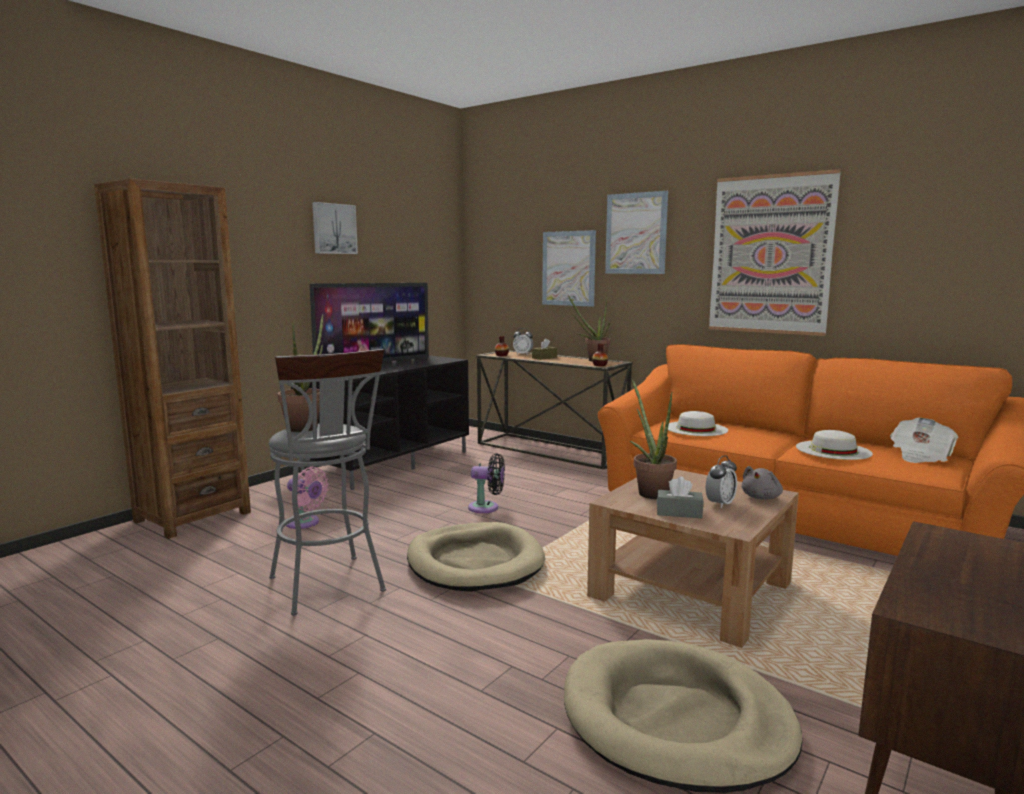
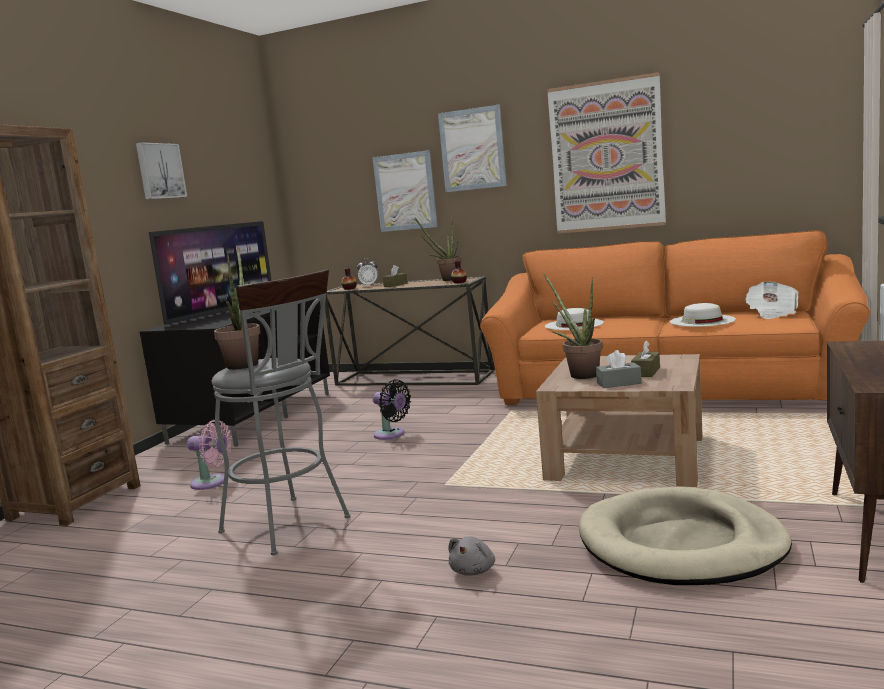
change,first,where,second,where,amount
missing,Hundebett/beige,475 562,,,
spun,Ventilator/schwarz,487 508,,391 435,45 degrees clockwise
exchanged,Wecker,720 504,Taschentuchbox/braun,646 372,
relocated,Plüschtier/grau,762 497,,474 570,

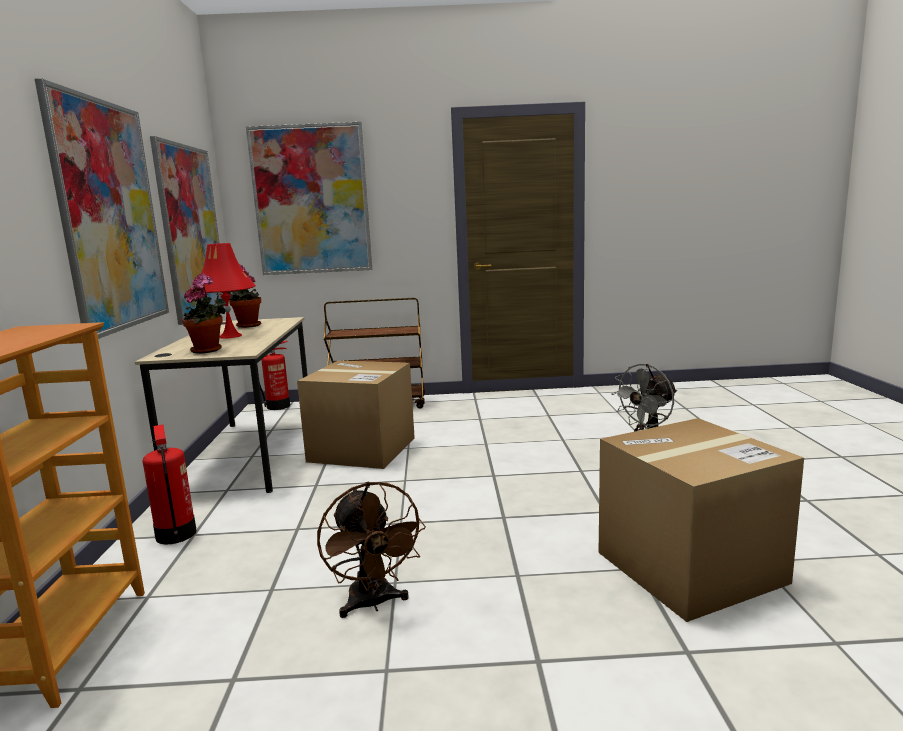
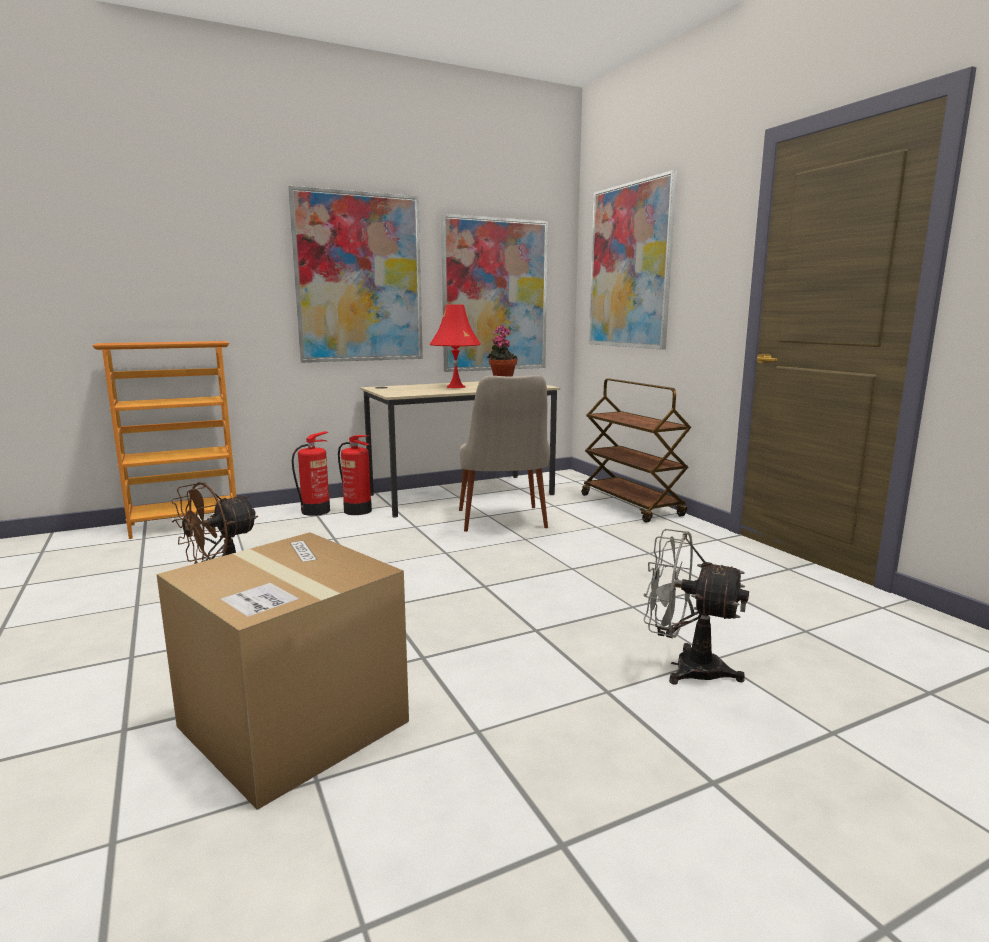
change,first,where,second,where,amount
missing,Topfpflanze,209 350,,,
relocated,Feuerlöscher,279 406,,358 511,
exchanged,Karton,362 449,Stuhl/beige,504 524,

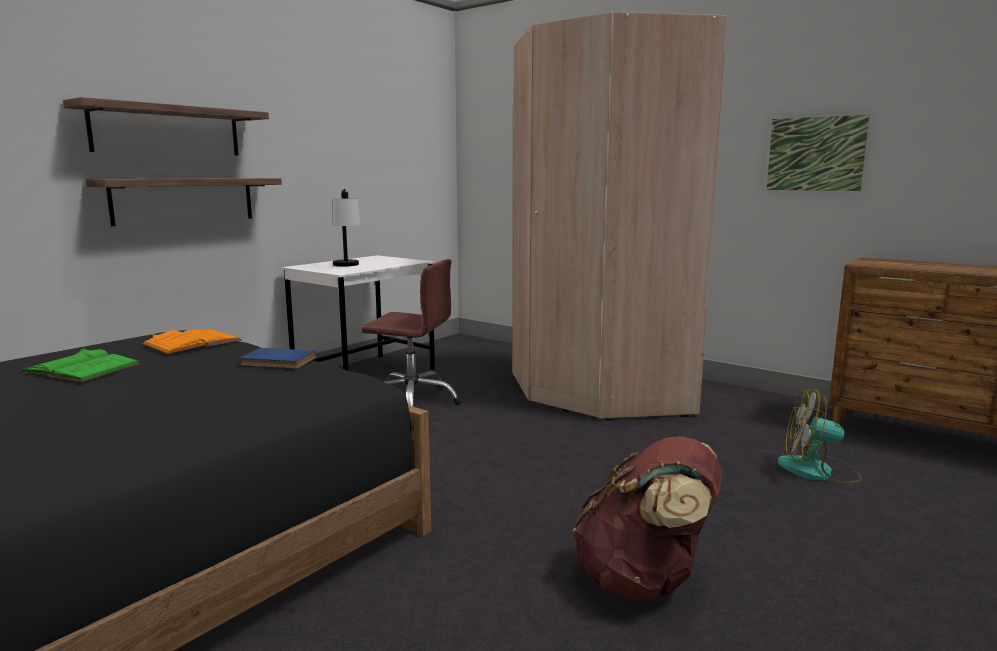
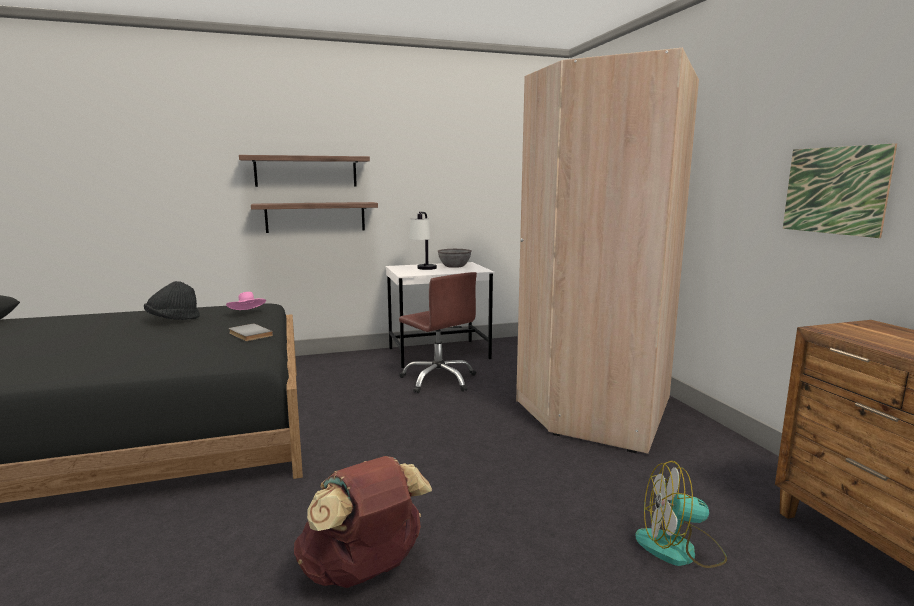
change,first,where,second,where,amount
exchanged,Buch/grün,80 368,Hut/schwarz,173 320,
exchanged,Buch/orange,192 342,Hut/rosa,247 313,
colour,Buch/blau,277 362,Buch/grau,248 334,
spun,Ventilator,818 471,,679 549,45 degrees counterclockwise
appeared,,,Schüssel/grau,454 266,

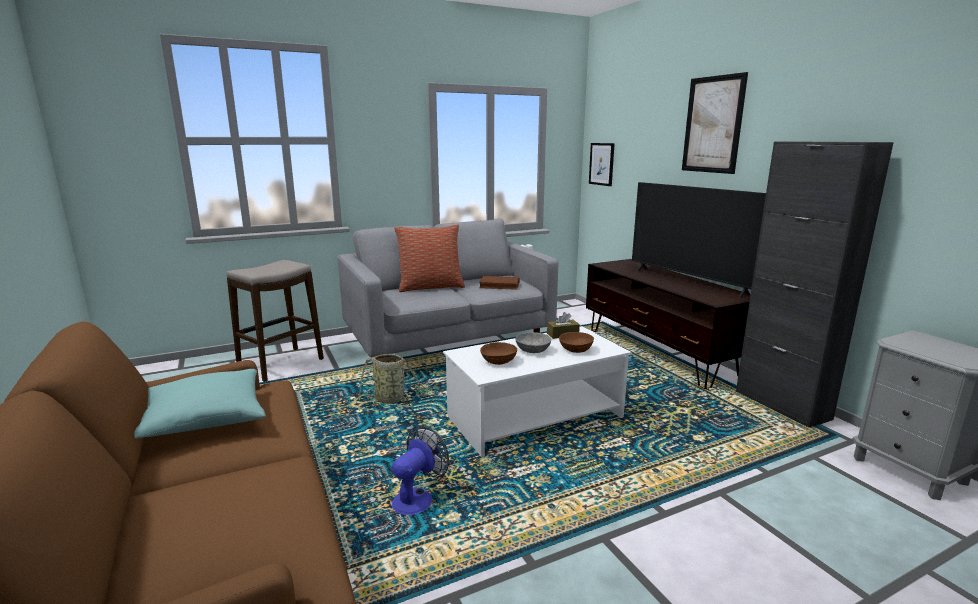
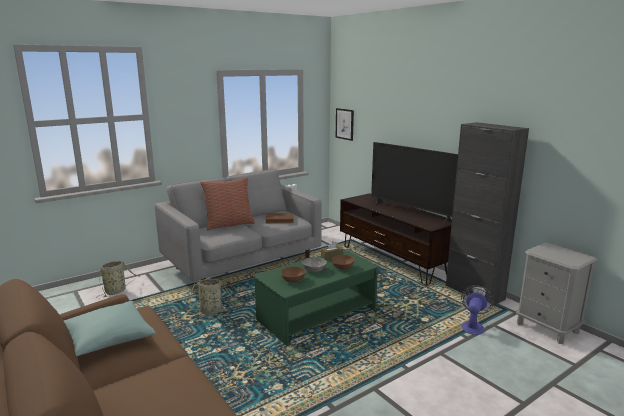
change,first,where,second,where,amount
exchanged,Hocker,281 364,Korb,117 291,
relocated,Ventilator,418 498,,473 326,
colour,Couchtisch/weiß,536 417,Couchtisch/grün,317 315,
missing,Bild,713 125,,,

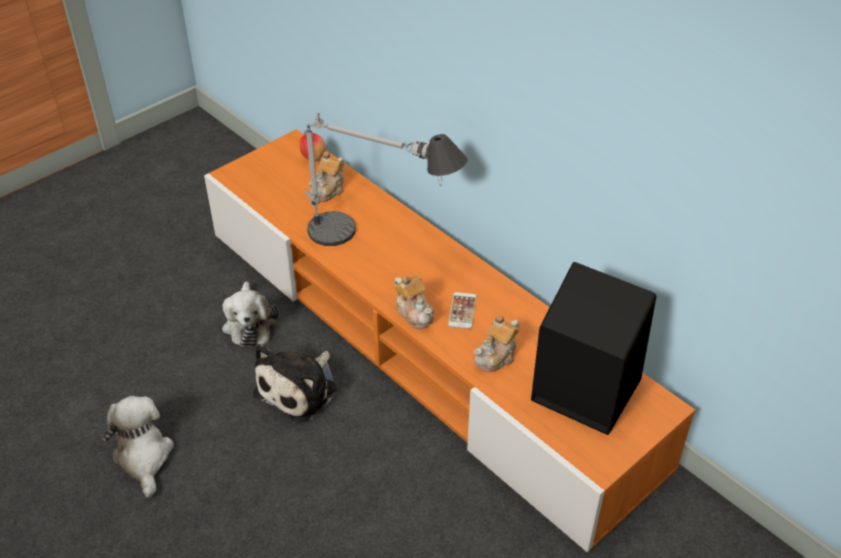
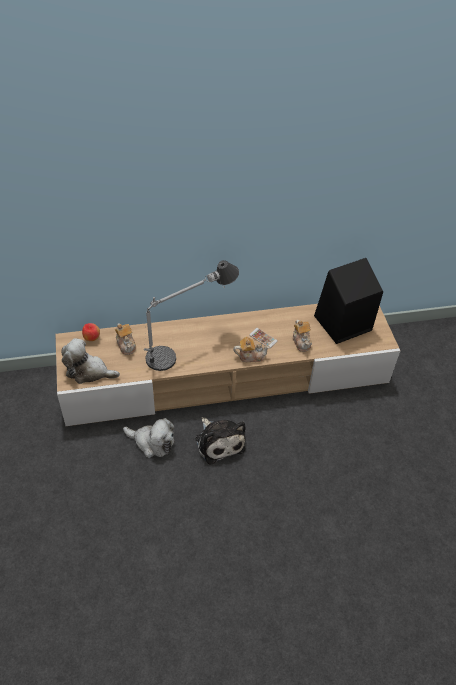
change,first,where,second,where,amount
relocated,Plüschtier,143 457,,88 371,
colour,Fernsehschrank/orange,421 344,Fernsehschrank/beige,227 376,

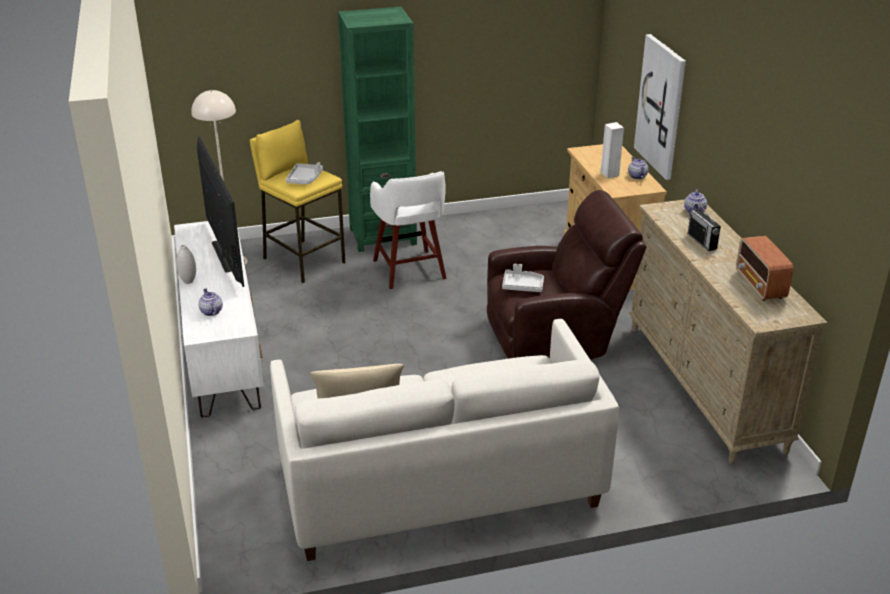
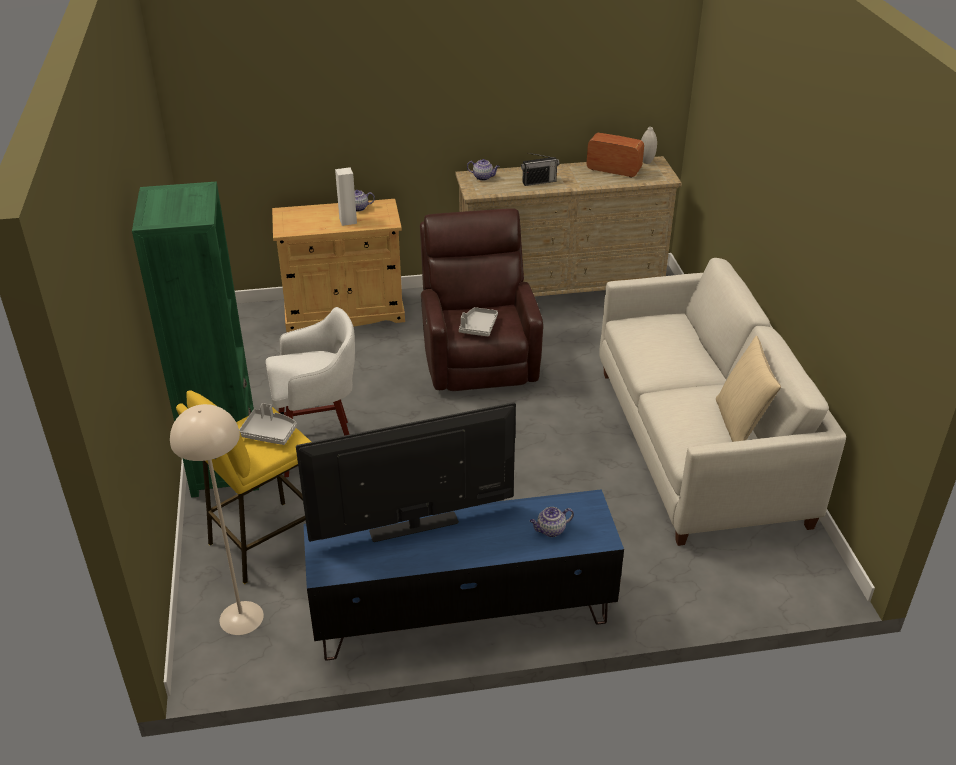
change,first,where,second,where,amount
colour,Fernsehschrank/weiß,222 347,Fernsehschrank/blau,461 613,
relocated,Vase/weiß,188 281,,646 162,
missing,Bild,661 106,,,
spun,Radio,760 286,,613 170,150 degrees counterclockwise

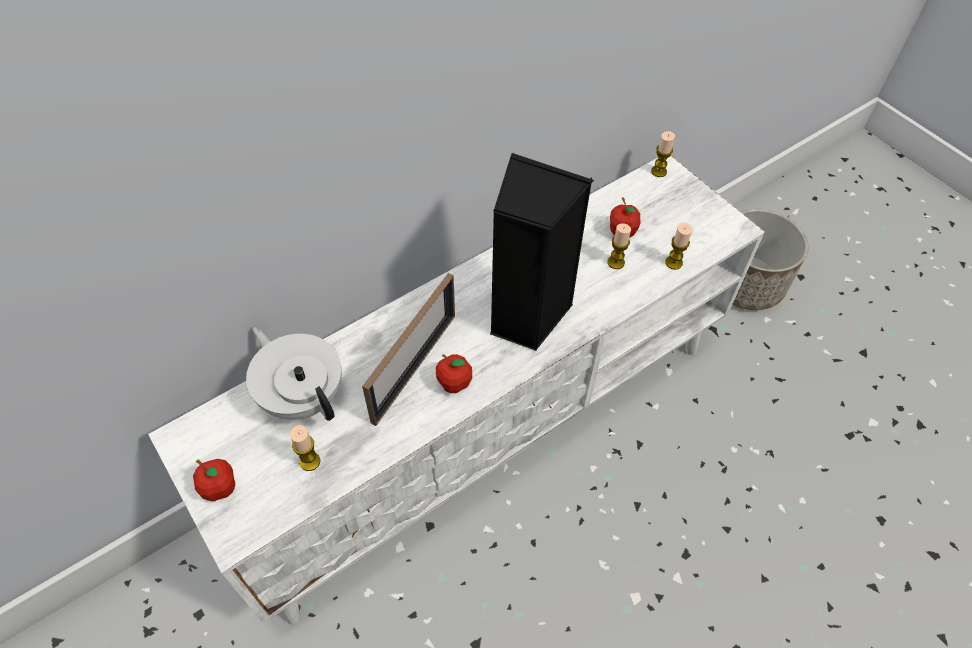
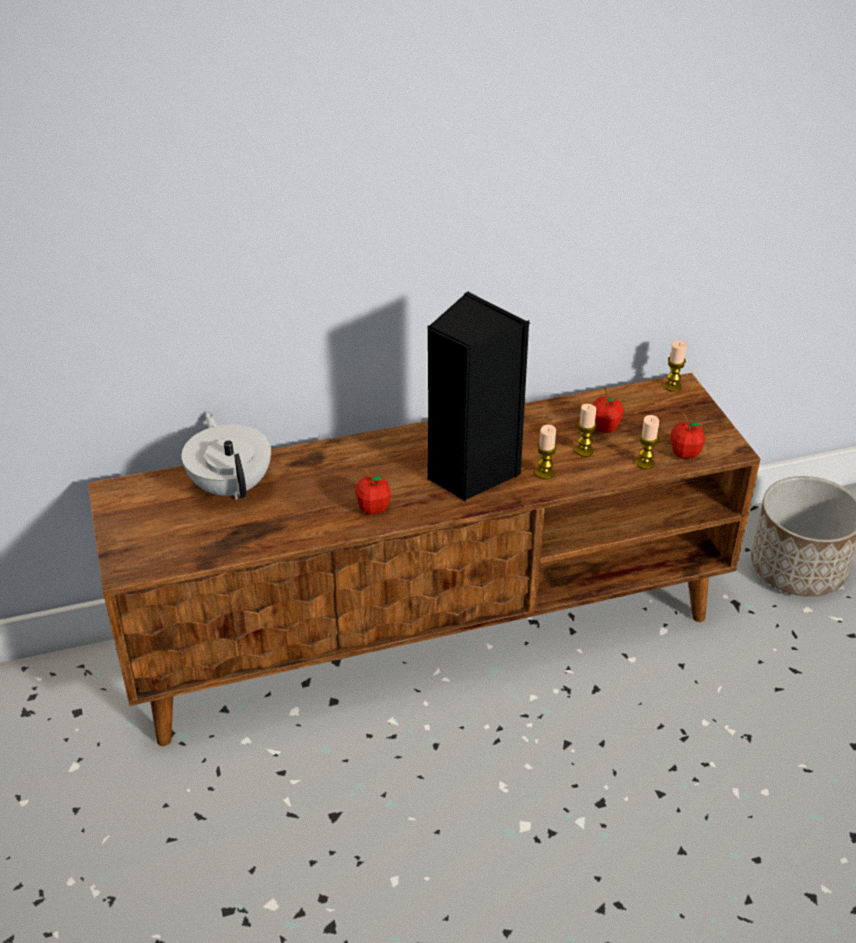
change,first,where,second,where,amount
colour,Fernsehschrank/weiß,484 429,Fernsehschrank/braun,429 632,
relocated,Apfel,220 488,,685 453,
relocated,Kerze,310 461,,544 473,
missing,Bilderrahmen,414 367,,,

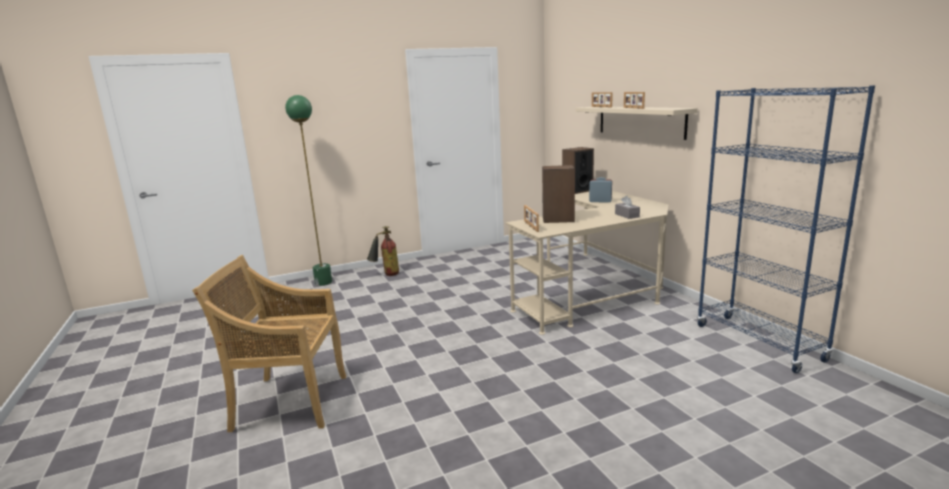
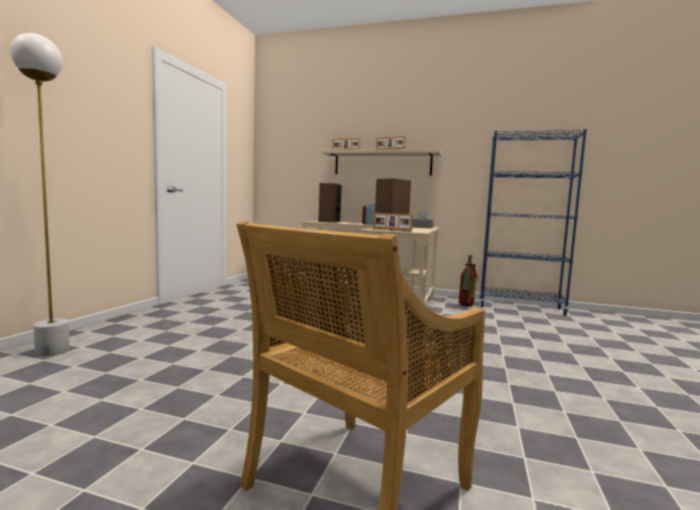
change,first,where,second,where,amount
colour,Stehlampe/grün,323 282,Stehlampe/weiß,52 351,
relocated,Feuerlöscher,386 275,,465 306,

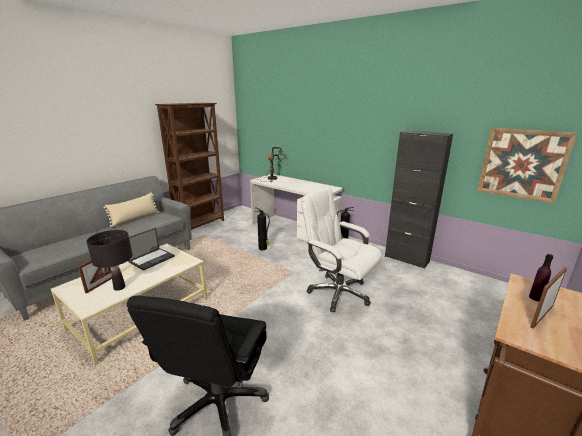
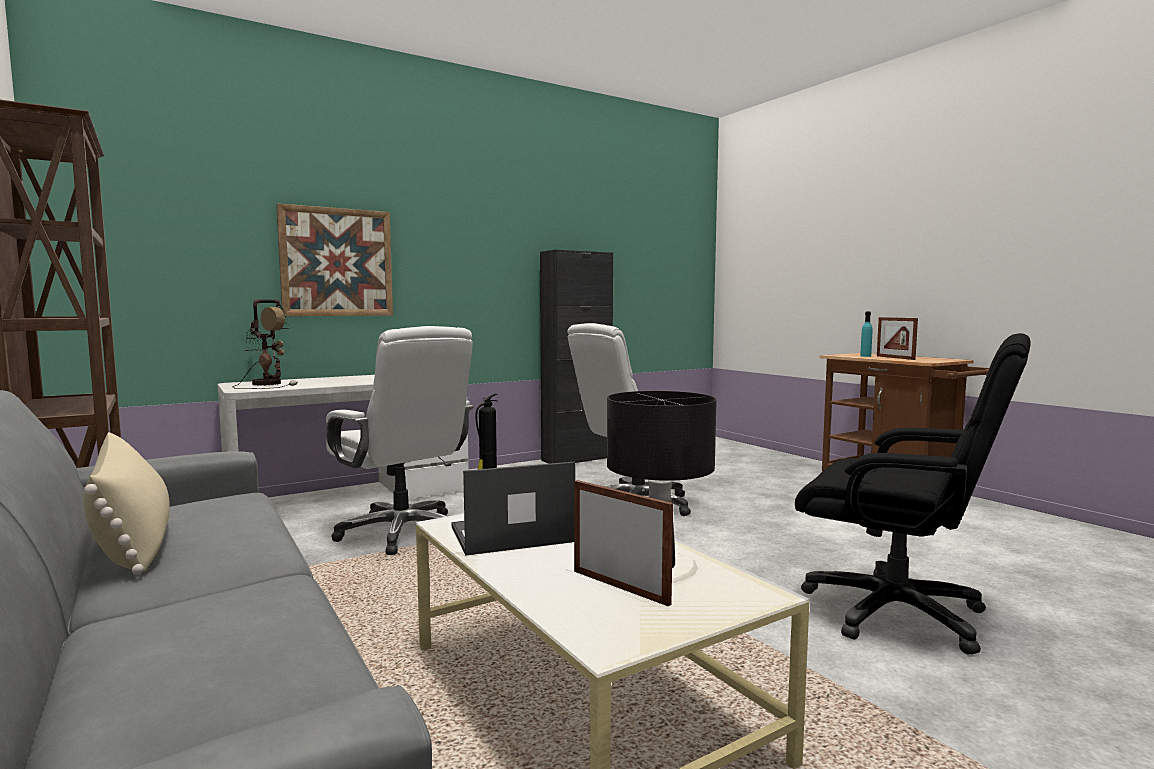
change,first,where,second,where,amount
spun,Laptop,152 259,,510 535,75 degrees counterclockwise
exchanged,Feuerlöscher,263 248,Bürostuhl/weiß,402 532,
relocated,Bild,522 164,,337 262,
colour,Flasche/lila,535 298,Flasche/türkis,865 356,

